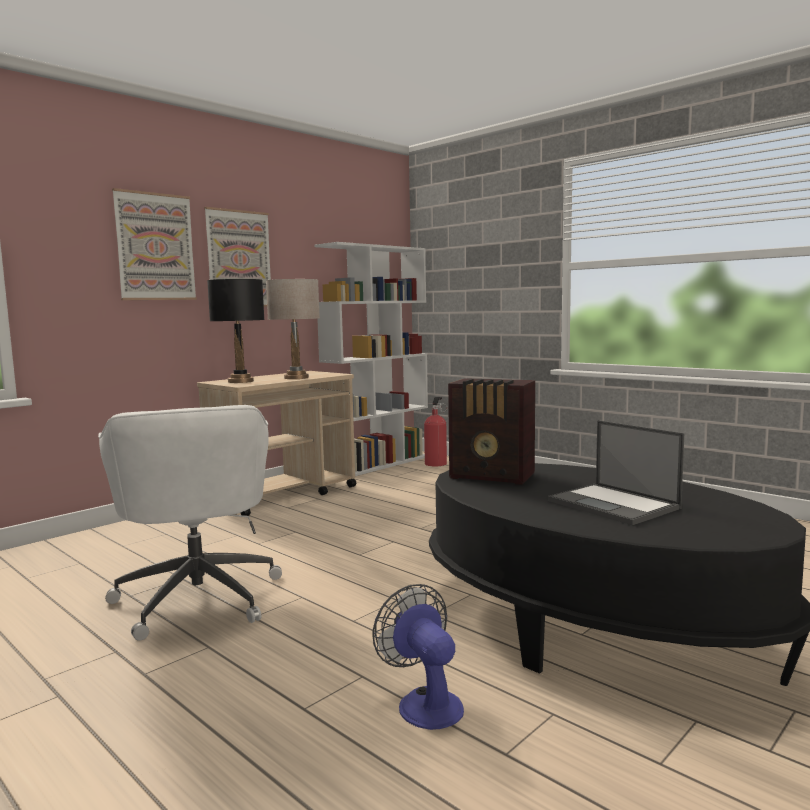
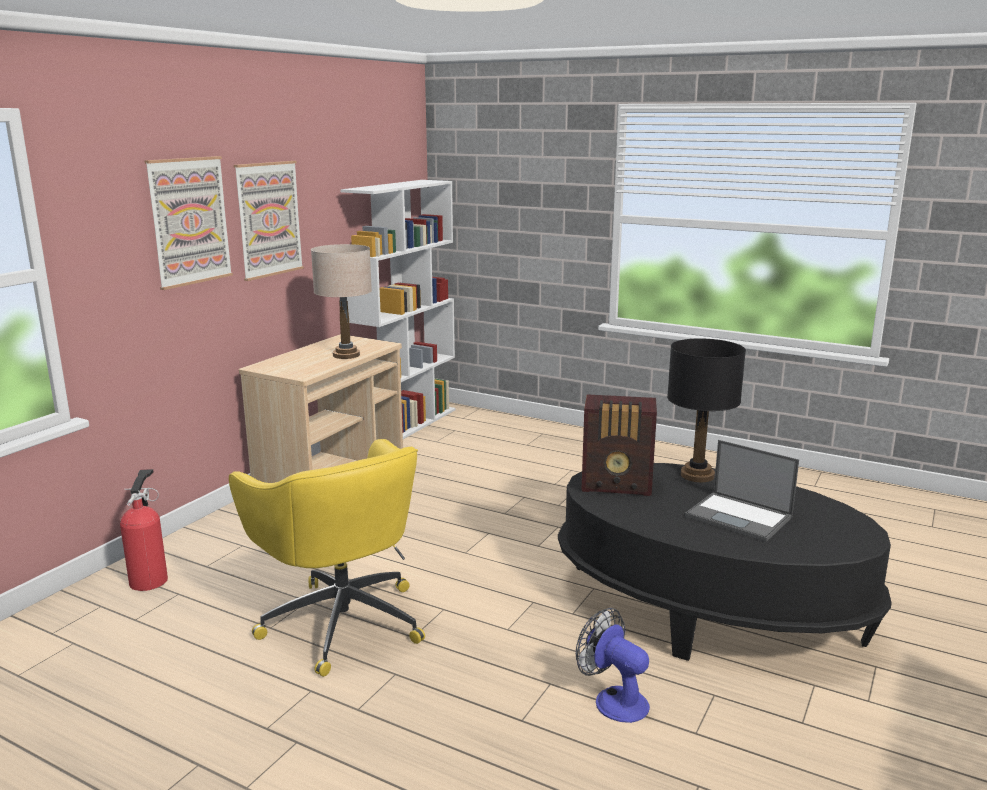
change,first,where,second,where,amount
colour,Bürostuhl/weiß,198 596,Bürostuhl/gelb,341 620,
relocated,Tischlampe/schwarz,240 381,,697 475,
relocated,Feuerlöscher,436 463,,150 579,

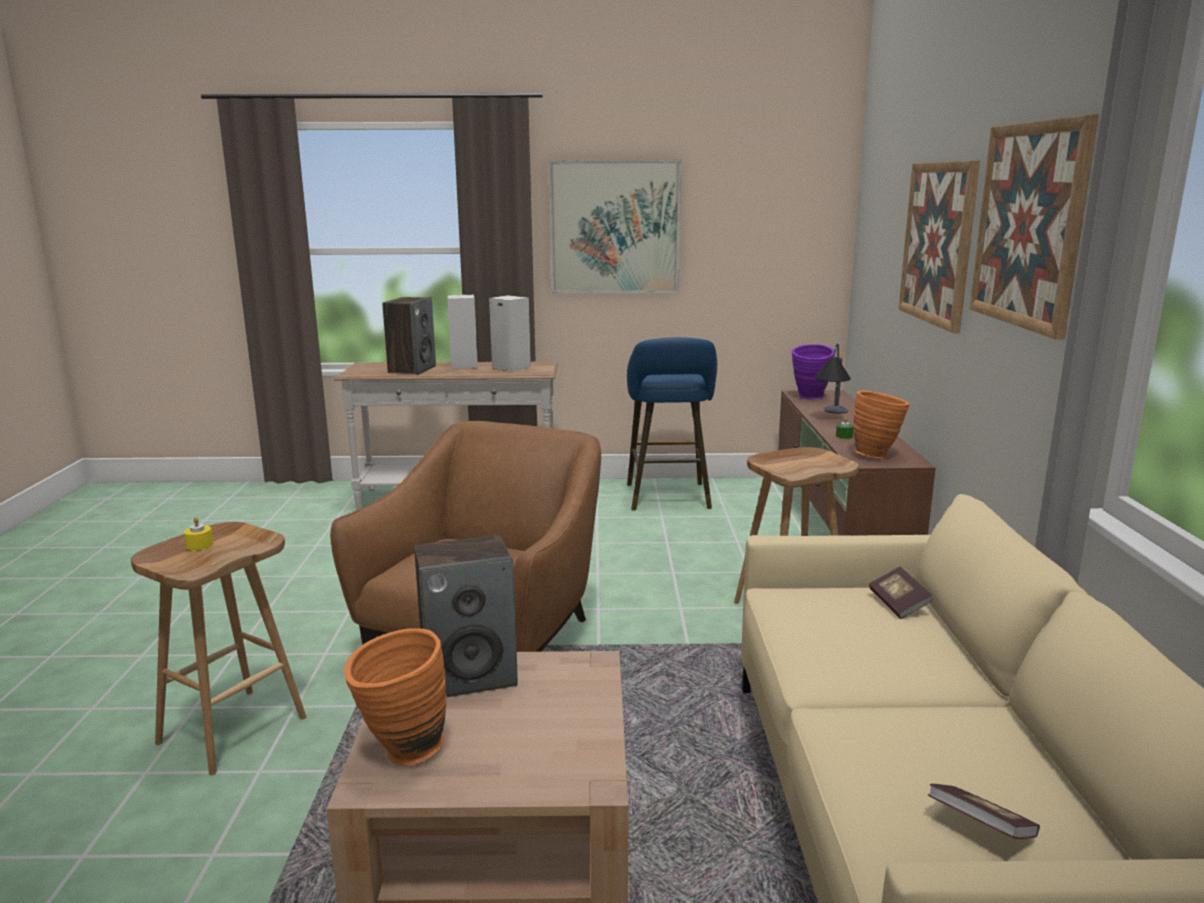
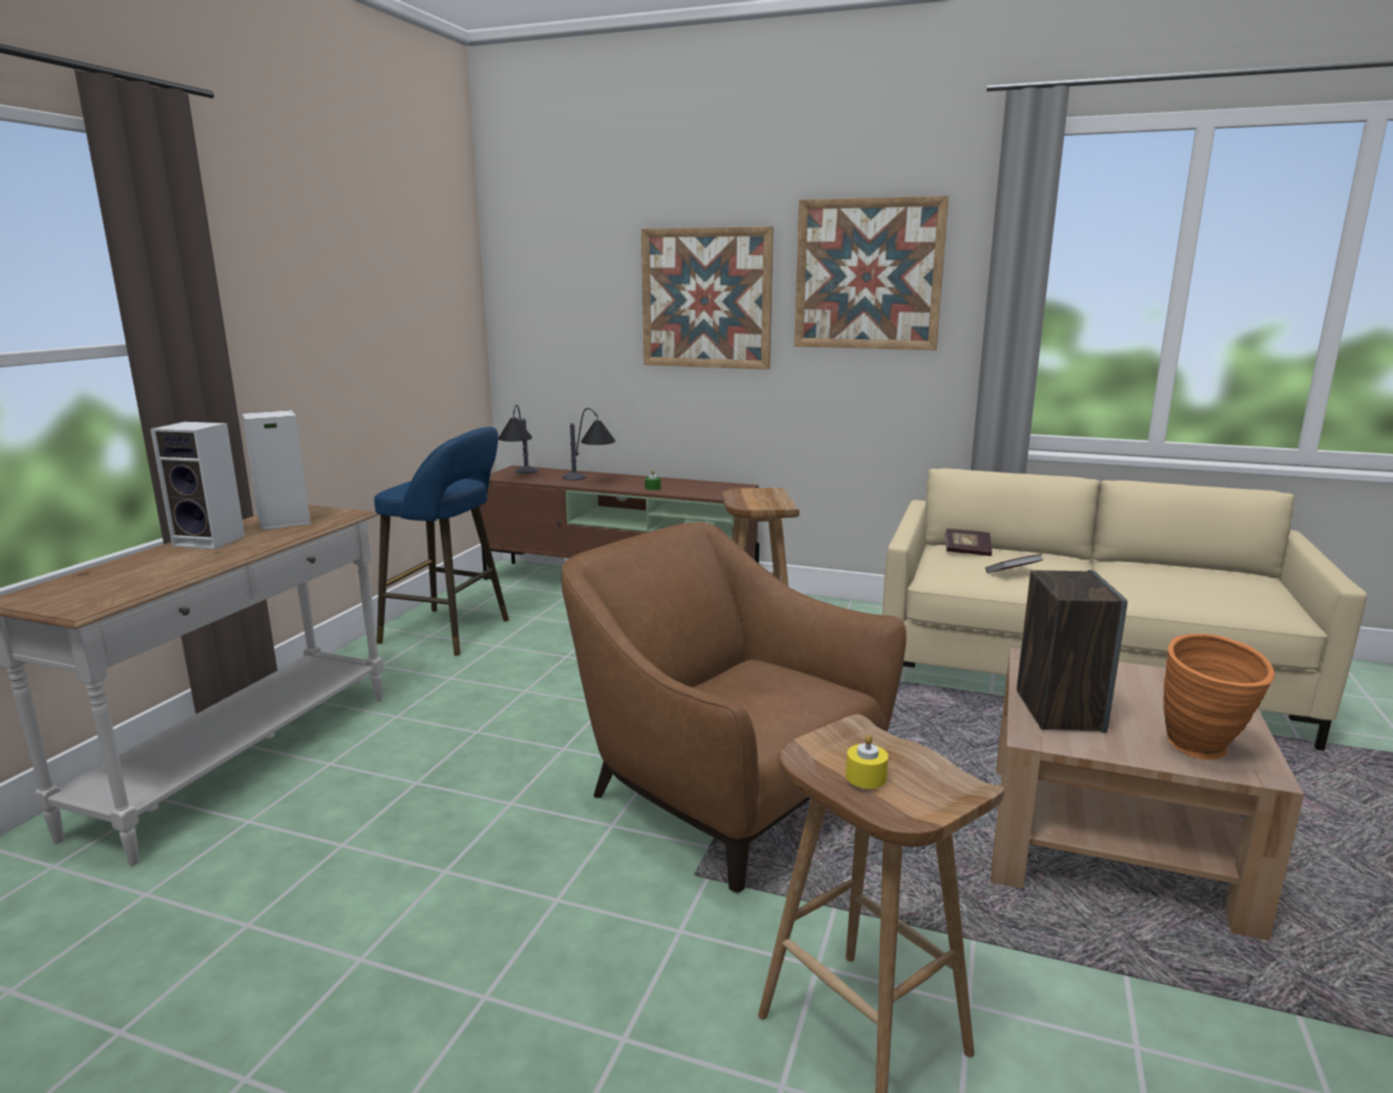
change,first,where,second,where,amount
missing,Lautsprecher,412 369,,,
missing,Bild,614 227,,,
exchanged,Vase/lila,810 398,Tischlampe,521 476,
missing,Vase/orange,877 455,,,
relocated,Buch,980 827,,1012 573,

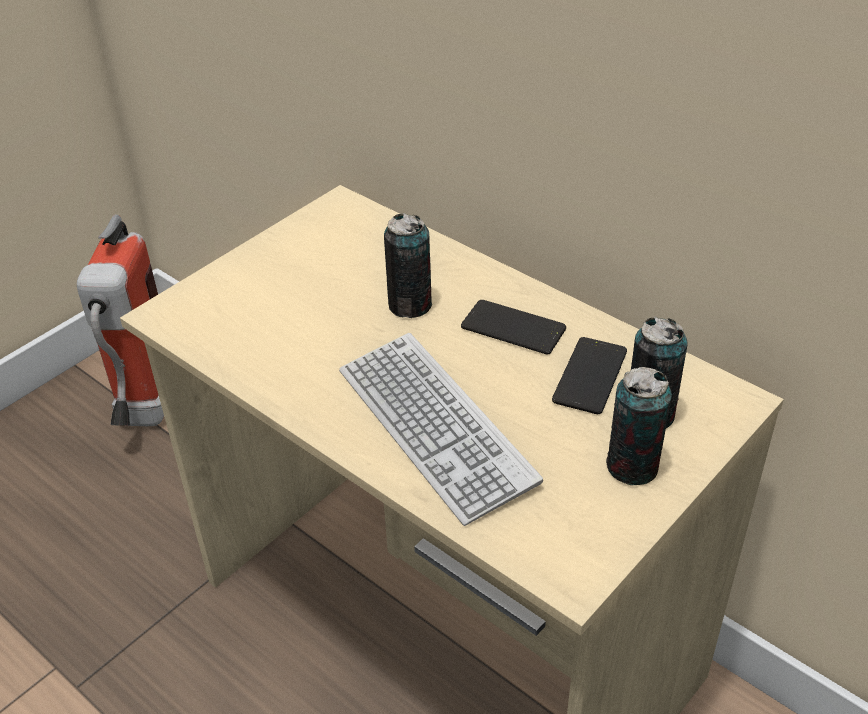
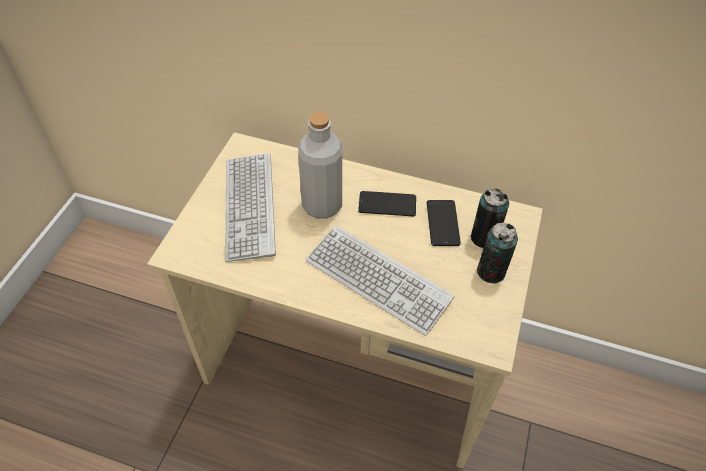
change,first,where,second,where,amount
missing,Feuerlöscher,145 413,,,
exchanged,Dose,410 305,Flasche/grau,322 205,
appeared,,,Tastatur,249 207,

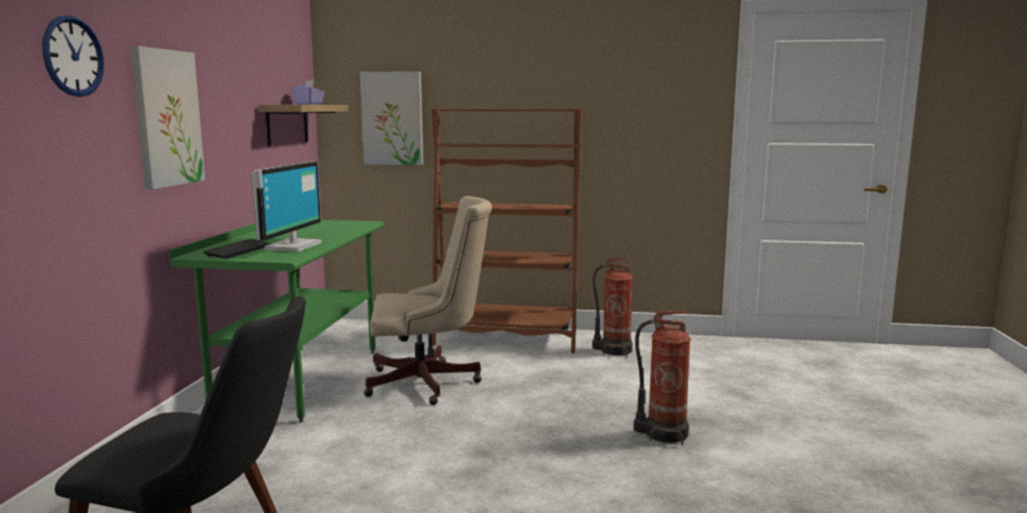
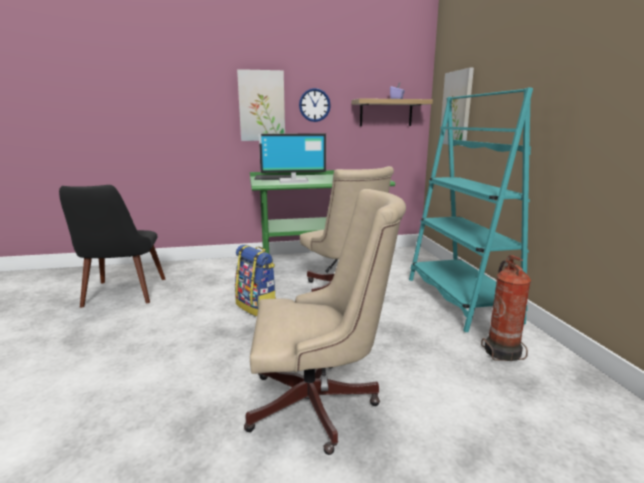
change,first,where,second,where,amount
relocated,Wanduhr,73 56,,314 105,
colour,Bücherregal/braun,506 338,Bücherregal/türkis,460 299,
exchanged,Feuerlöscher,663 433,Bürostuhl/beige,320 404,
appeared,,,Rucksack,257 307,

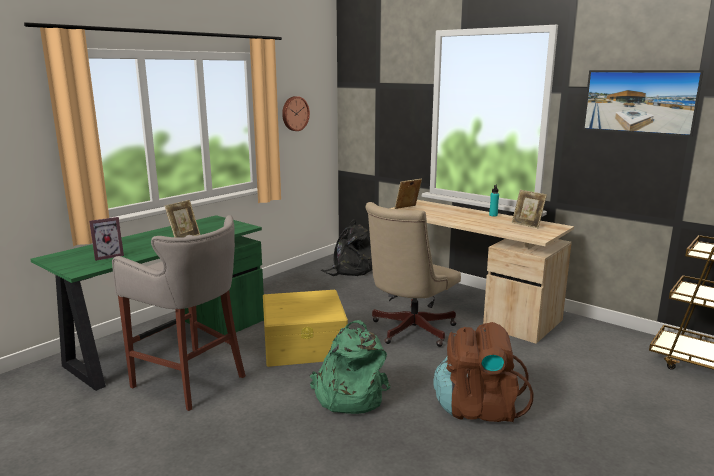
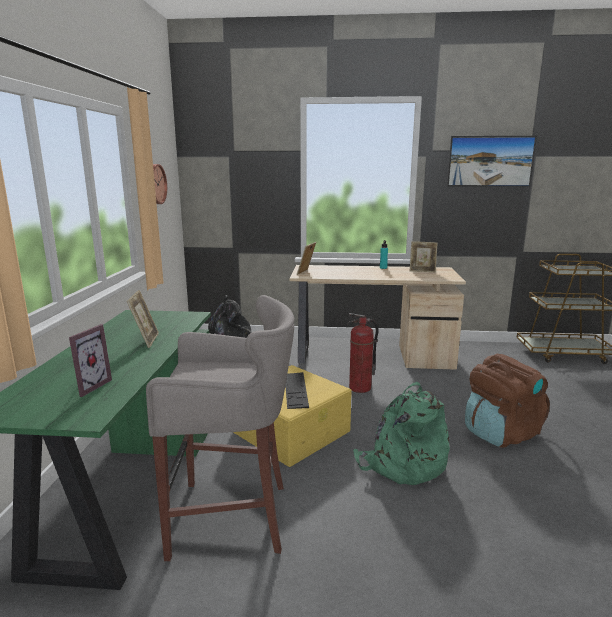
change,first,where,second,where,amount
exchanged,Bürostuhl/beige,409 331,Feuerlöscher,360 388,
appeared,,,Tastatur,295 390,

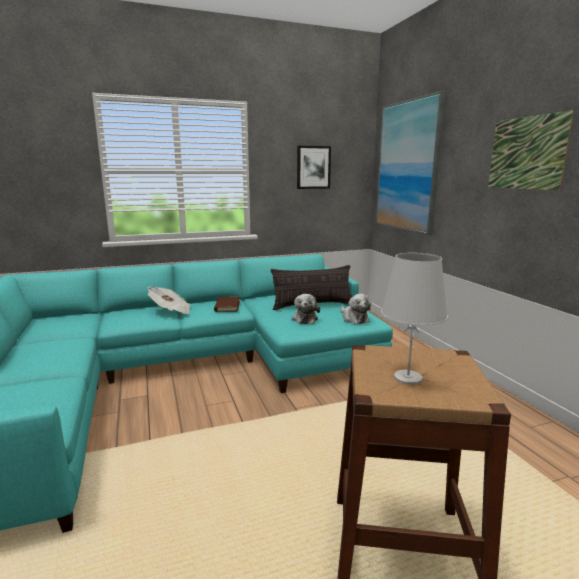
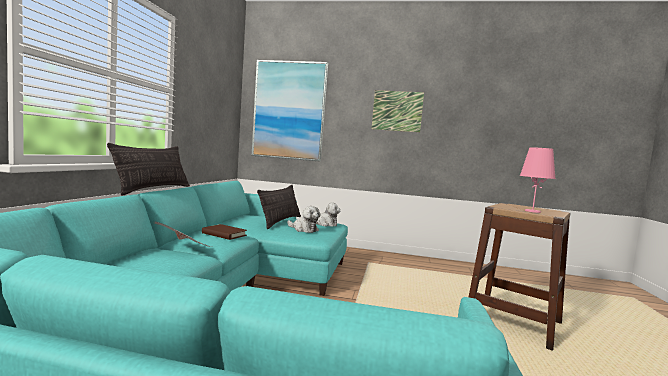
change,first,where,second,where,amount
missing,Bild,313 167,,,
colour,Tischlampe/weiß,407 377,Tischlampe/rosa,532 211,
appeared,,,Kissen,153 190,

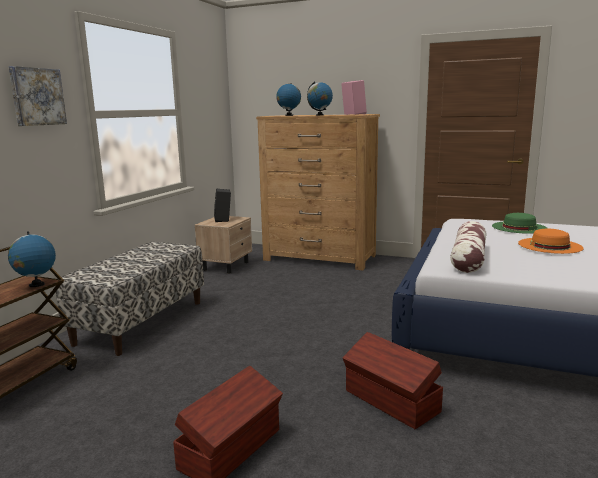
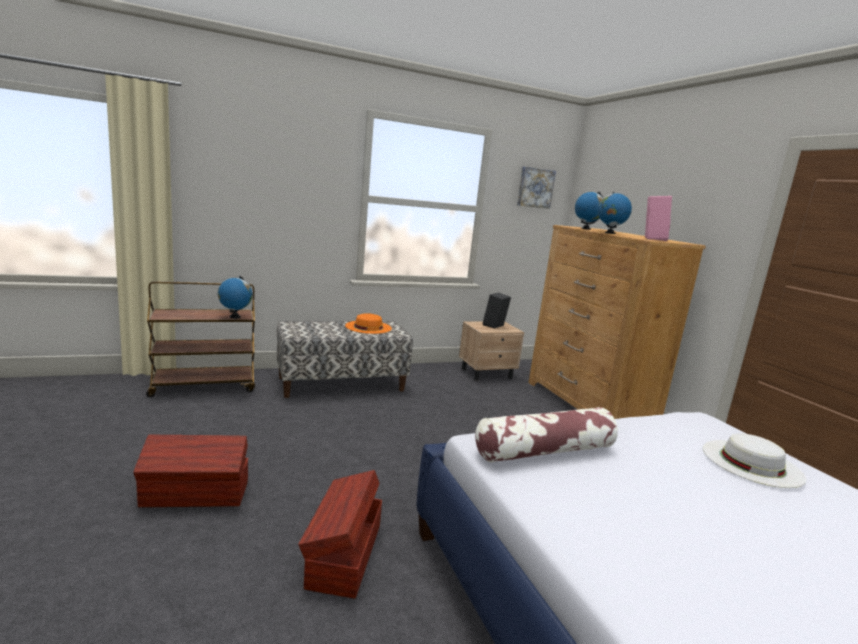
change,first,where,second,where,amount
relocated,Bild,37 97,,535 188,
colour,Hut/grün,519 227,Hut/weiß,751 462,
relocated,Hut/orange,549 245,,368 327,

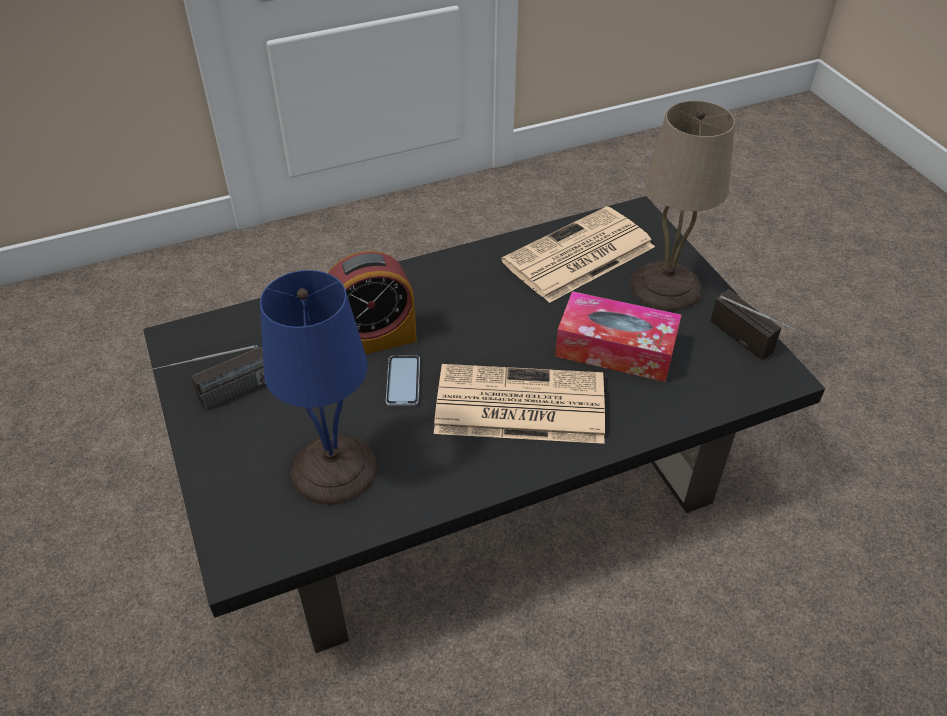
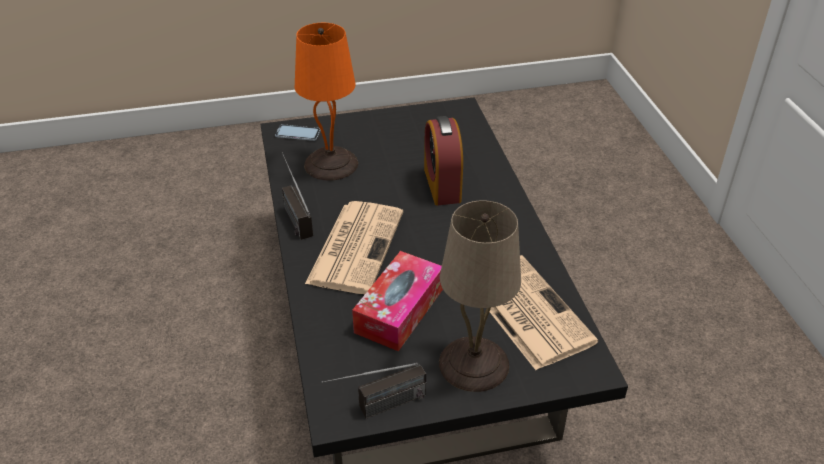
change,first,where,second,where,amount
relocated,Radio,218 399,,292 214,
colour,Tischlampe/blau,335 467,Tischlampe/orange,332 164,
relocated,Handy,403 381,,298 133,

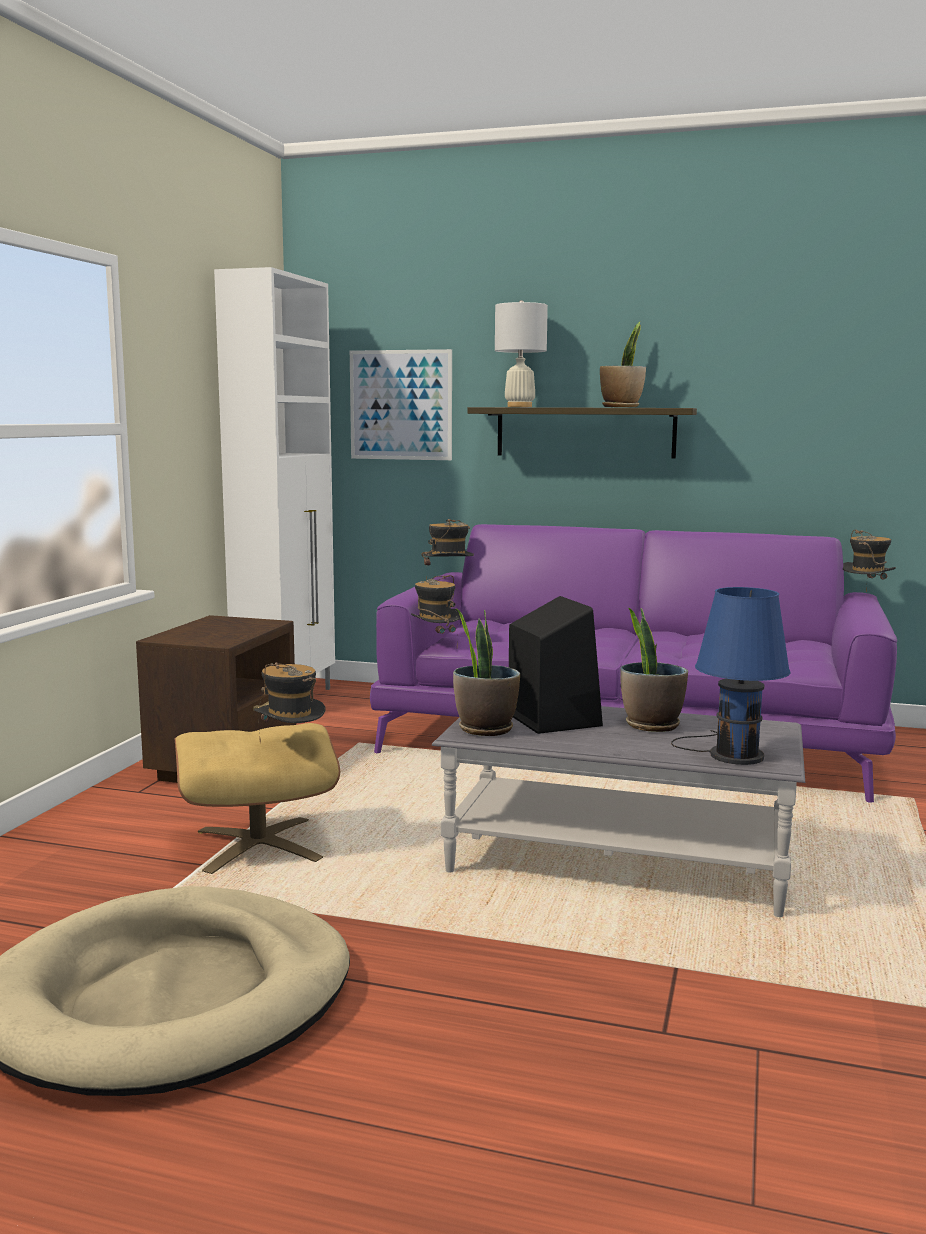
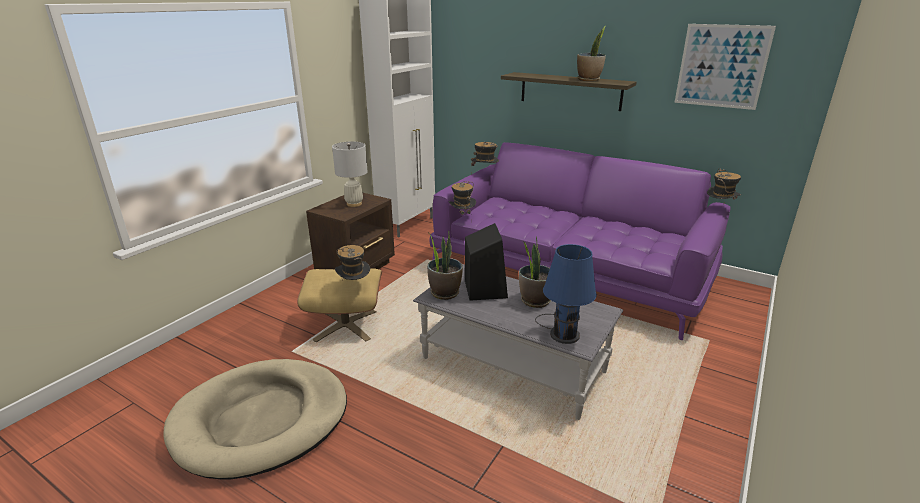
change,first,where,second,where,amount
relocated,Bild,400 405,,722 66,
relocated,Tischlampe/weiß,519 407,,354 204,

